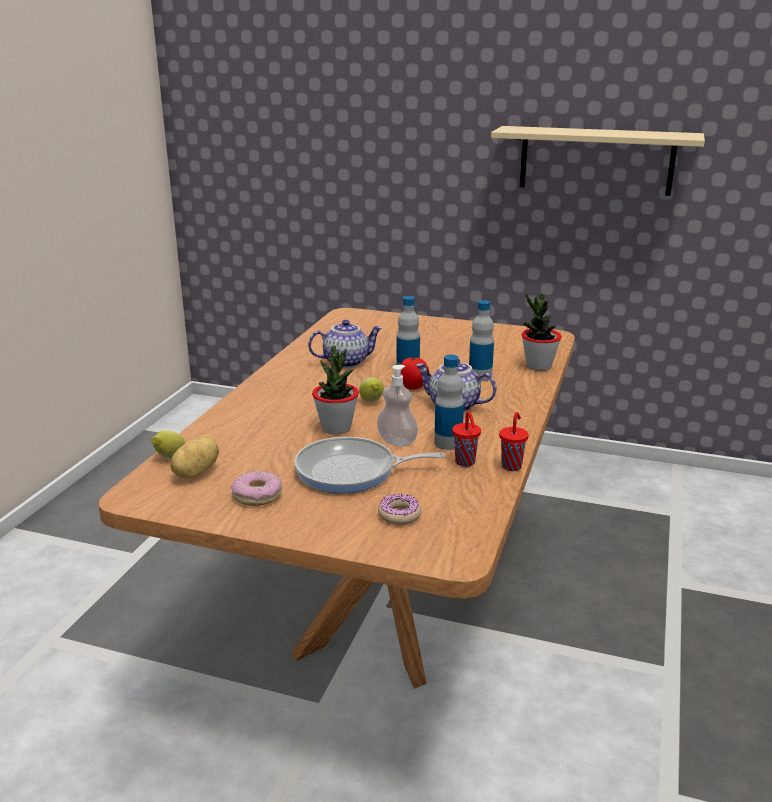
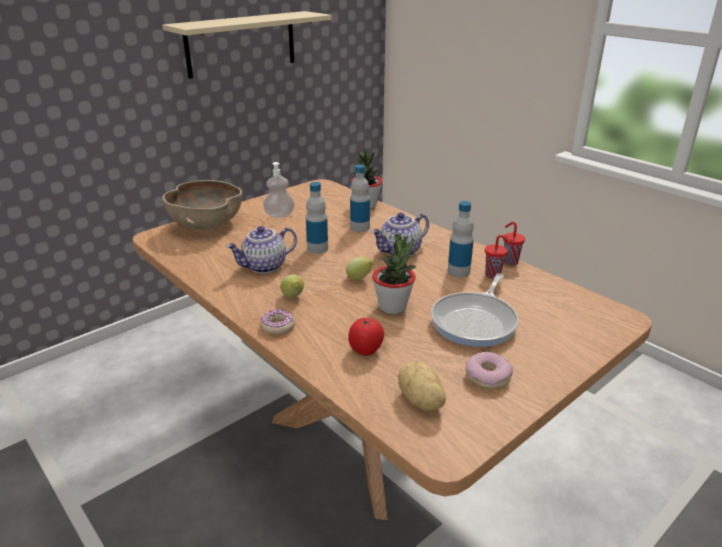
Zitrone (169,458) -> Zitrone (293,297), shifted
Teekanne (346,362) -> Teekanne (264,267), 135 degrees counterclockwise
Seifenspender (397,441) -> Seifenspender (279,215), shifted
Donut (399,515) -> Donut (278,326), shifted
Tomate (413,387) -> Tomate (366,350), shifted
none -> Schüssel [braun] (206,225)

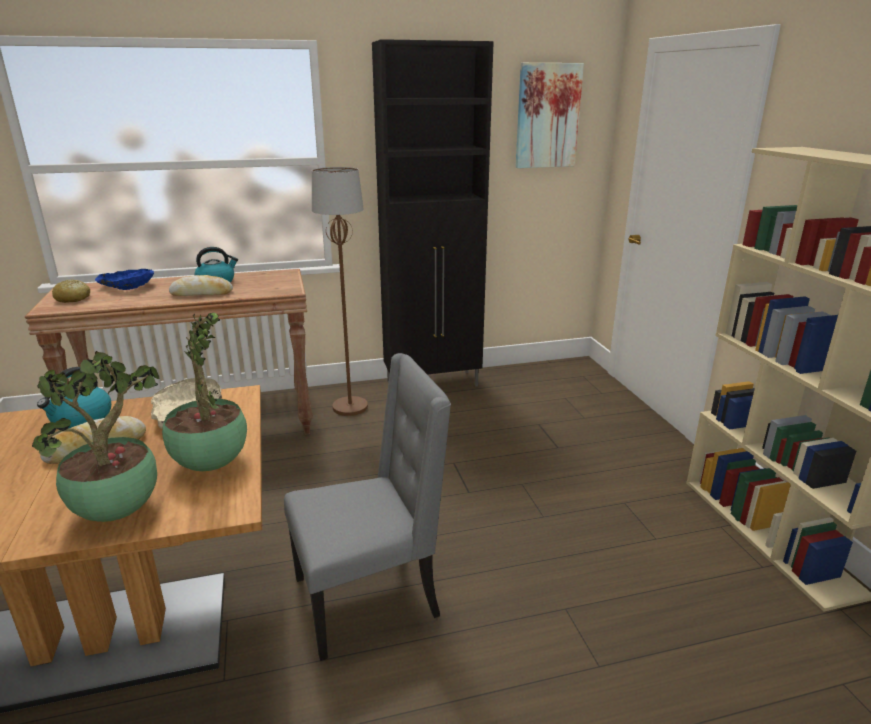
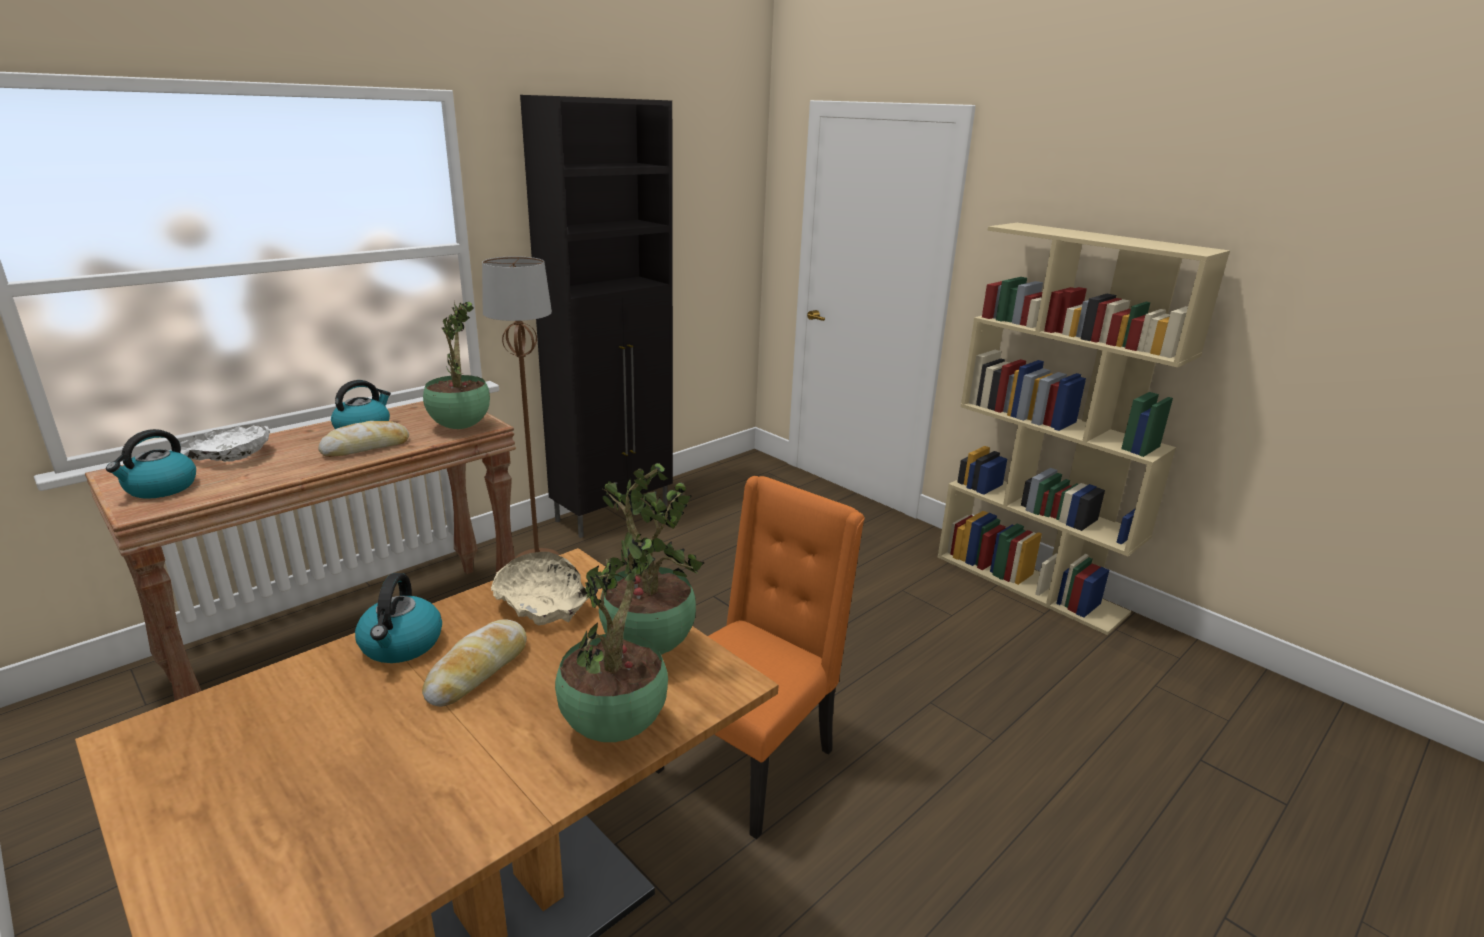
Brot (73,299) -> Wasserkessel (160,488)
Schüssel [blau] (128,286) -> Schüssel [weiß] (229,455)
Stuhl [grau] (369,598) -> Stuhl [orange] (749,760)
Bild (547,116) -> none
none -> Topfpflanze (460,426)

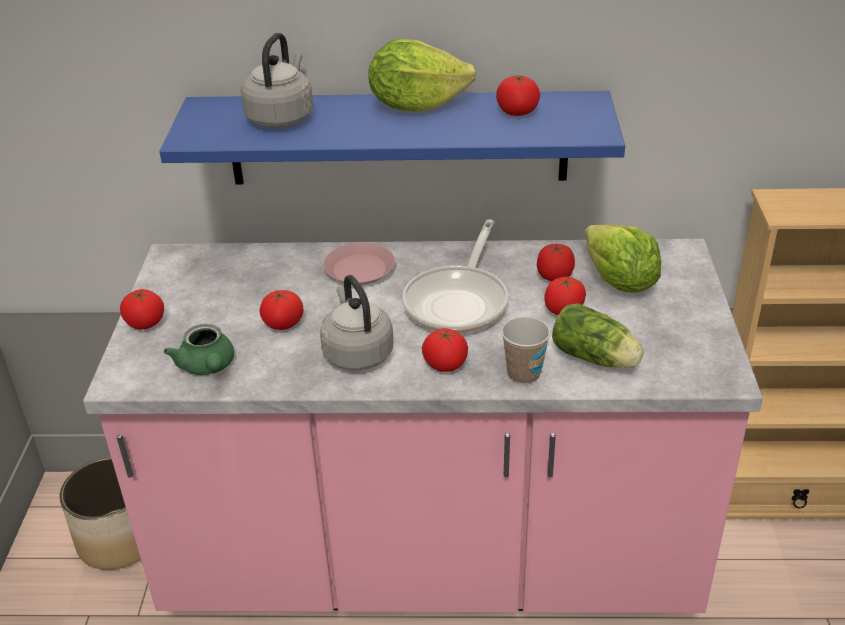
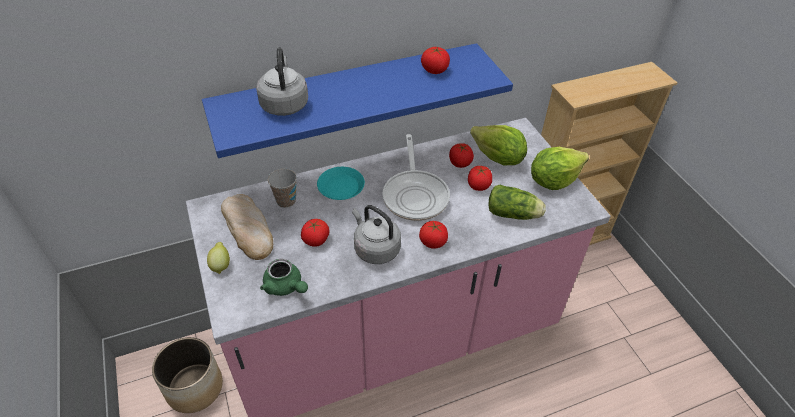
Tomate (145,323) -> Zitrone (221,265)
Teller [rosa] (359,269) -> Teller [türkis] (341,187)
Salatkopf (416,105) -> Salatkopf (553,180), shifted
Tasse (523,374) -> Tasse (286,201), shifted
none -> Brot (248,229)

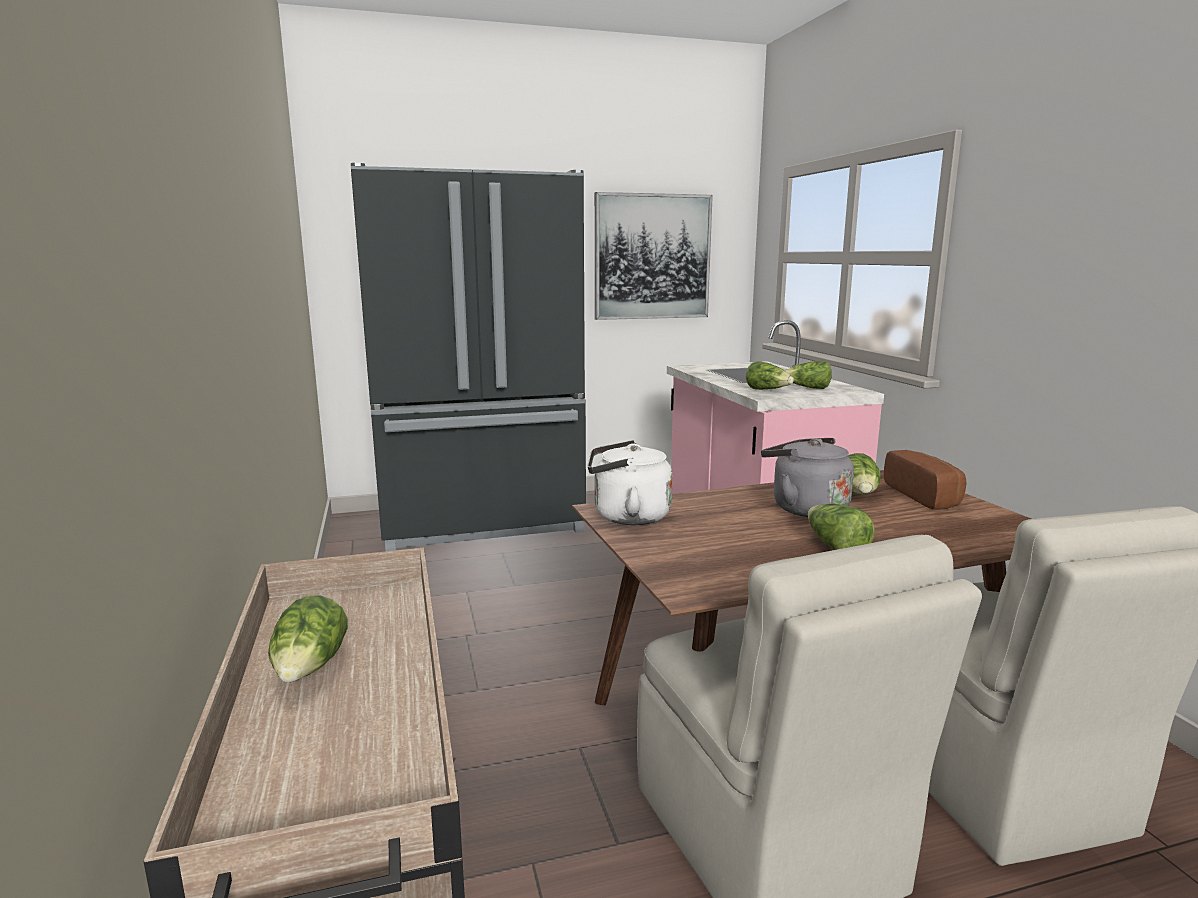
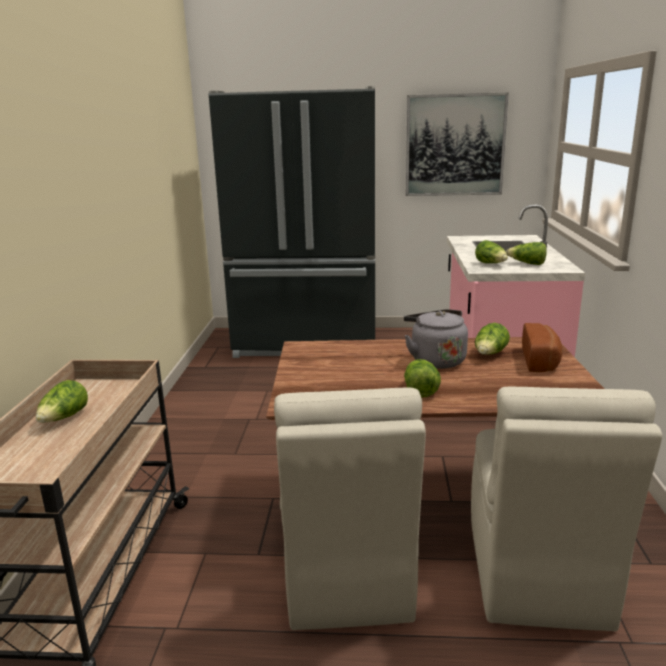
Wasserkessel [weiß] (626,517) -> none

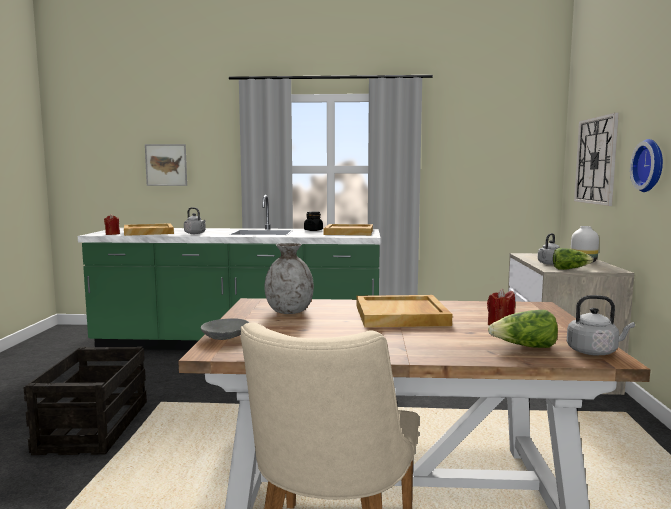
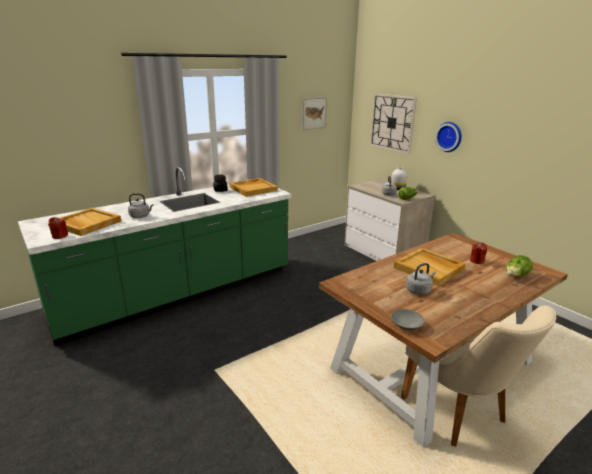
Kiste (94,426) -> none
Bild (166,165) -> Bild (314,113), shifted
Vase [grau] (289,311) -> none
Wasserkessel [grau] (594,352) -> Wasserkessel [grau] (419,290), shifted

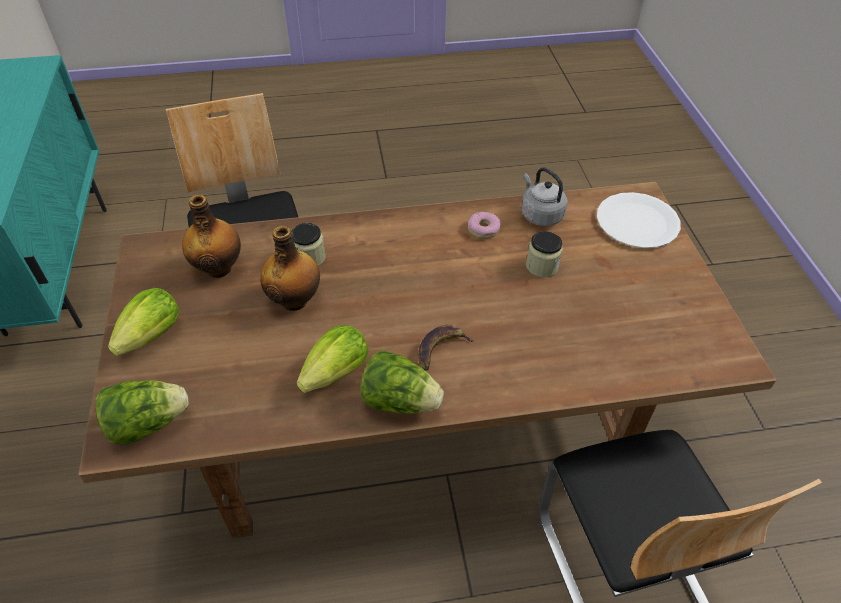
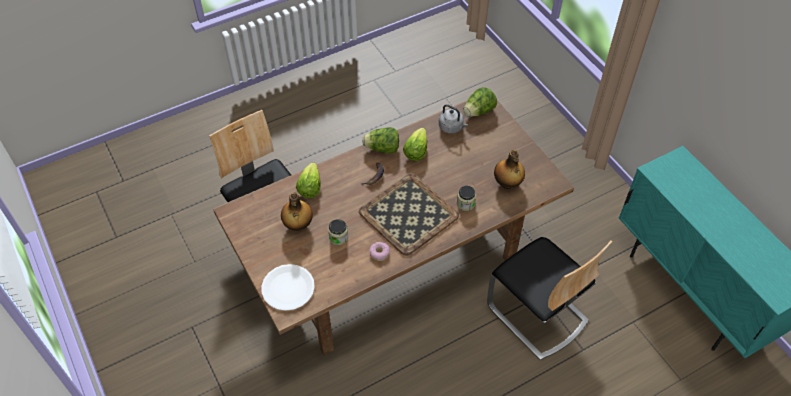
Salatkopf (152,335) -> Salatkopf (310,188), shifted
Flasche (295,300) -> Flasche (298,225), shifted
Wasserkessel [grau] (540,214) -> Wasserkessel [grau] (452,127), shifted
none -> Tablett (407,214)

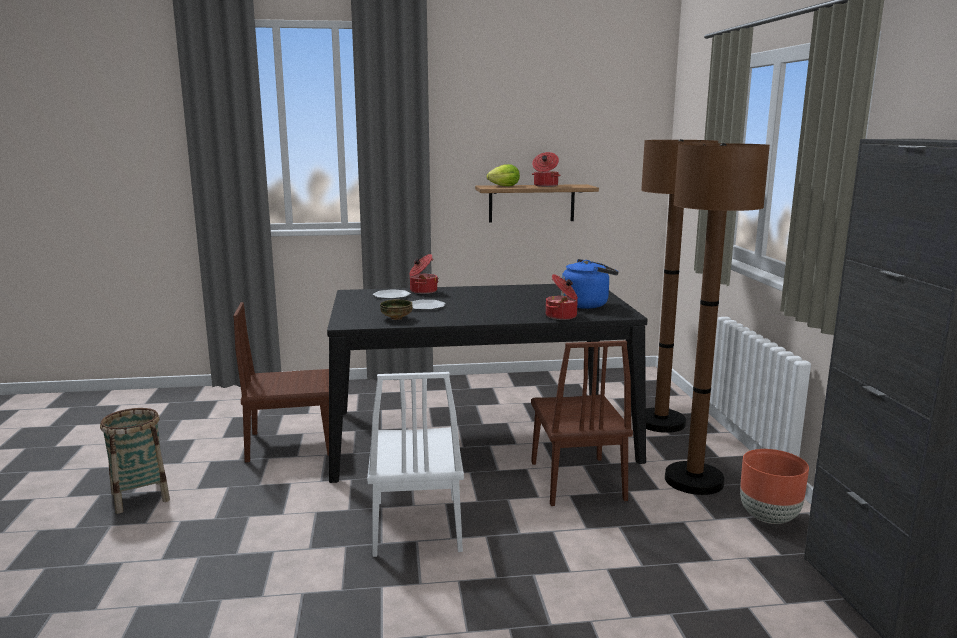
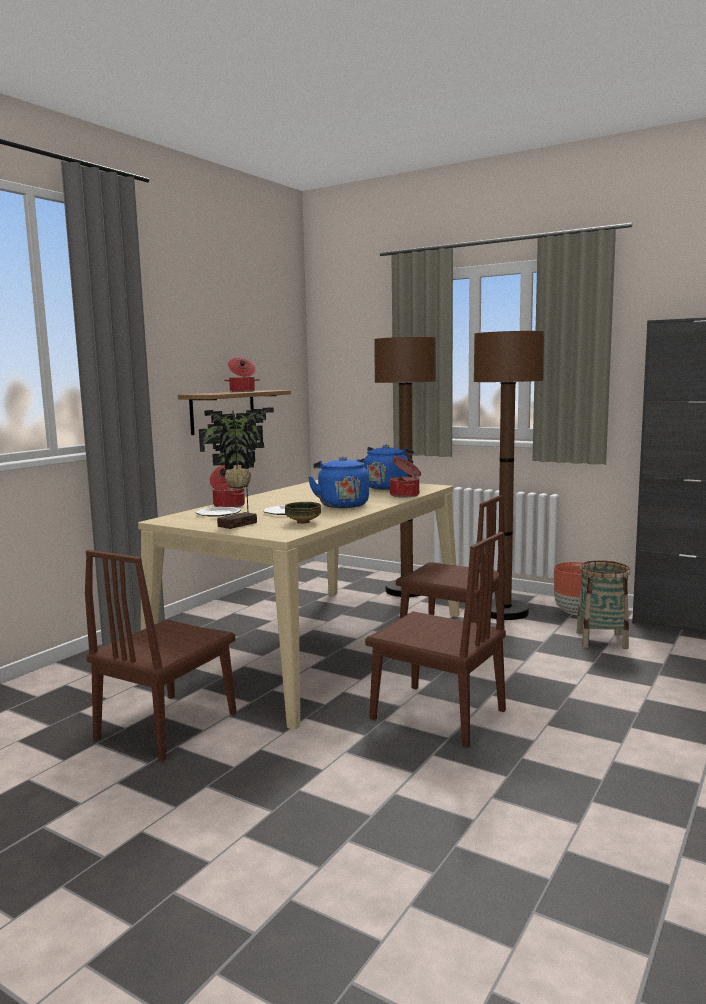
Korb (140,497) -> Korb (601,640), shifted
Esstisch [schwarz] (480,435) -> Esstisch [beige] (317,645)
Stuhl [weiß] (416,525) -> Stuhl [braun] (437,714)
Salatkopf (502,186) -> none
none -> Topfpflanze (240,525)
none -> Wasserkessel [blau] (342,505)

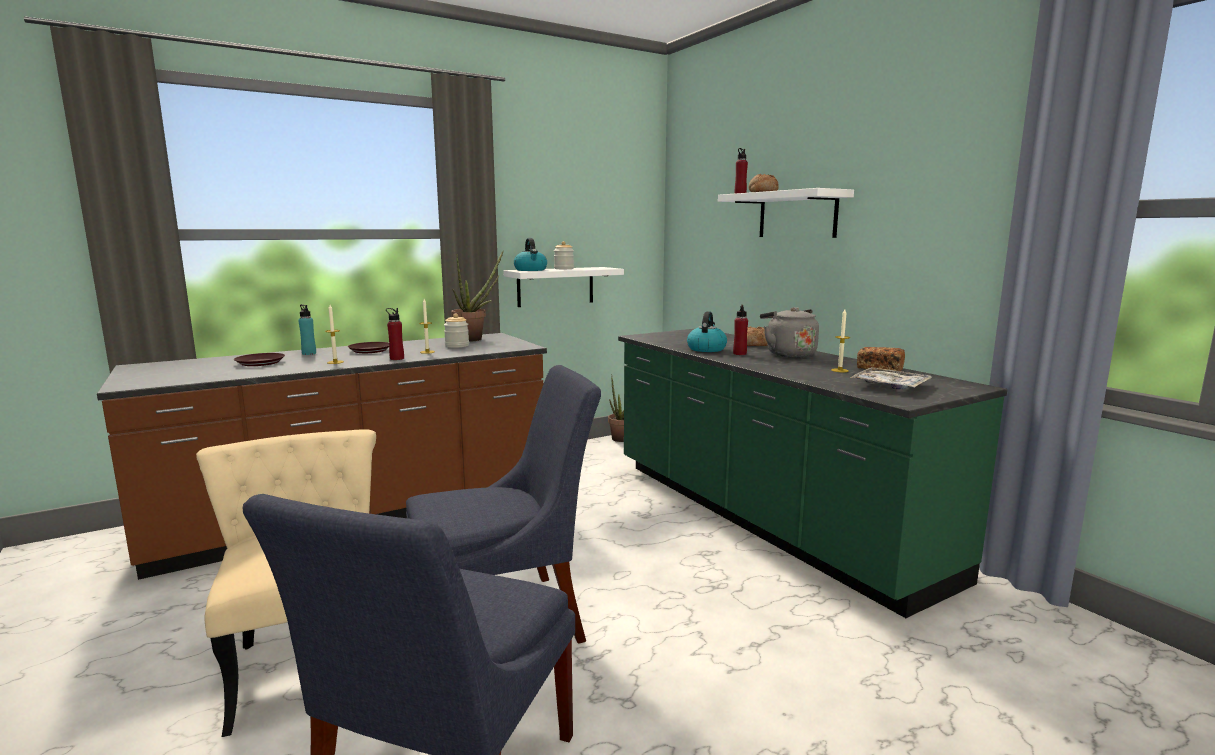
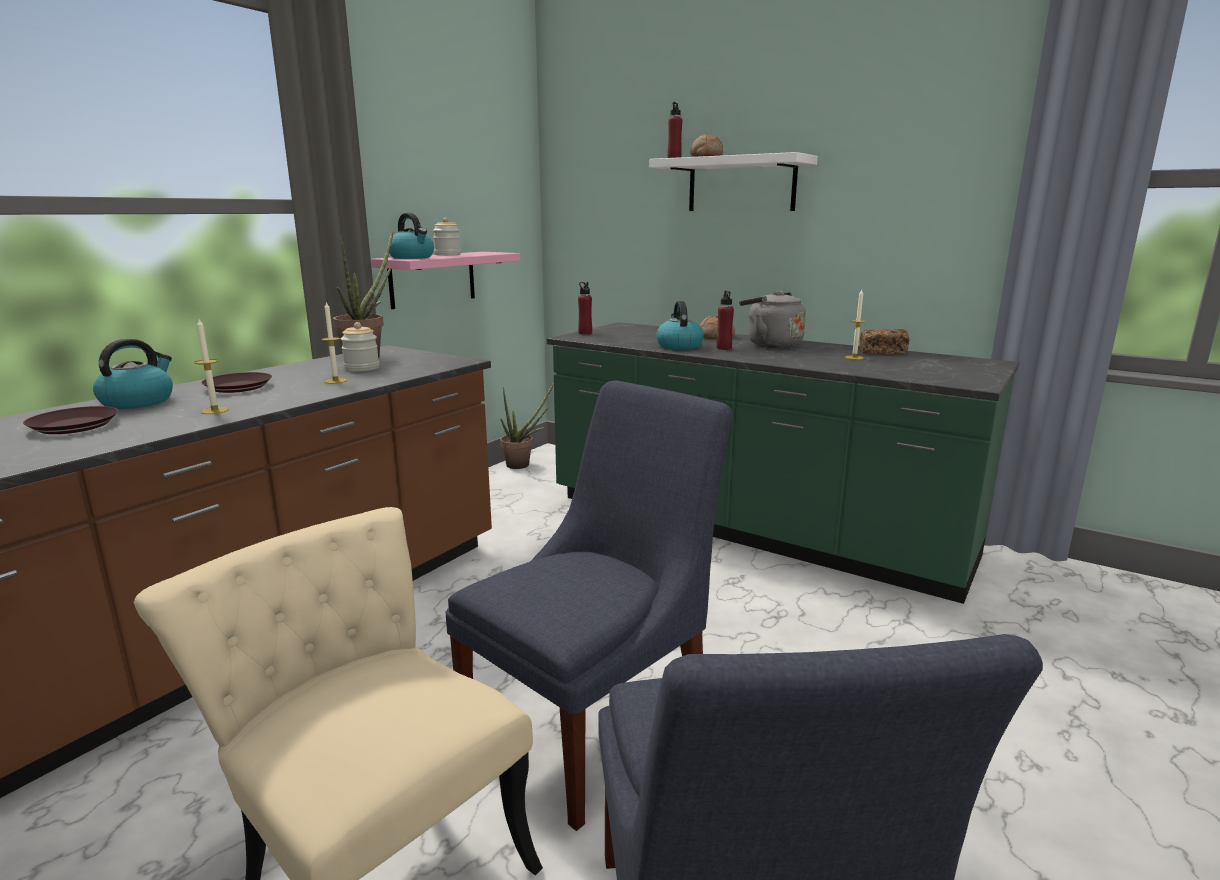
Flasche [türkis] (309,353) -> Wasserkessel (138,401)
Flasche [rot] (397,358) -> Flasche [rot] (585,333), shifted
Wandregal [weiß] (555,286) -> Wandregal [rosa] (433,279)
Tablett (890,386) -> none

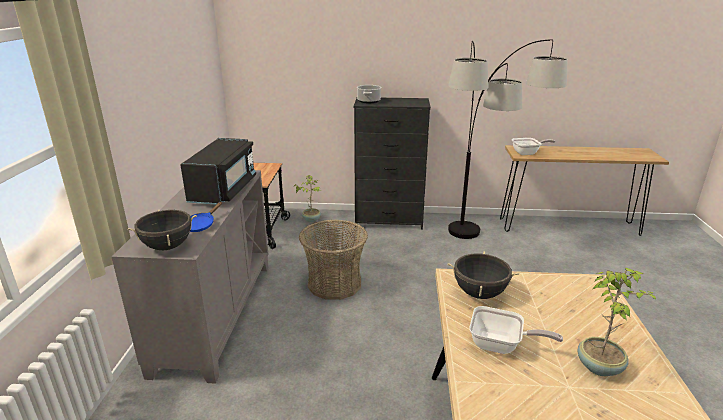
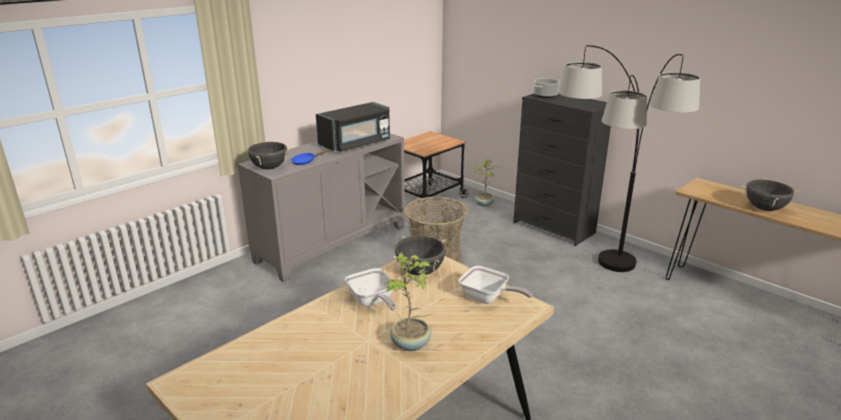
Pfanne (528,153) -> Pfanne (487,298), shifted
none -> Kochtopf [schwarz] (764,209)

